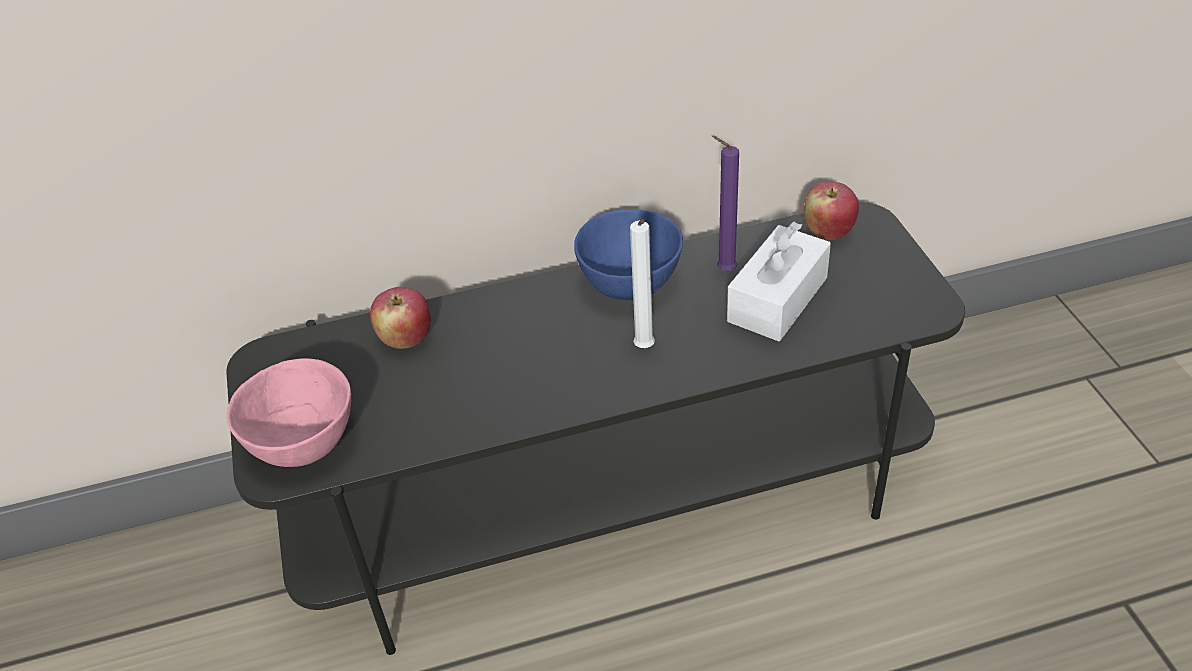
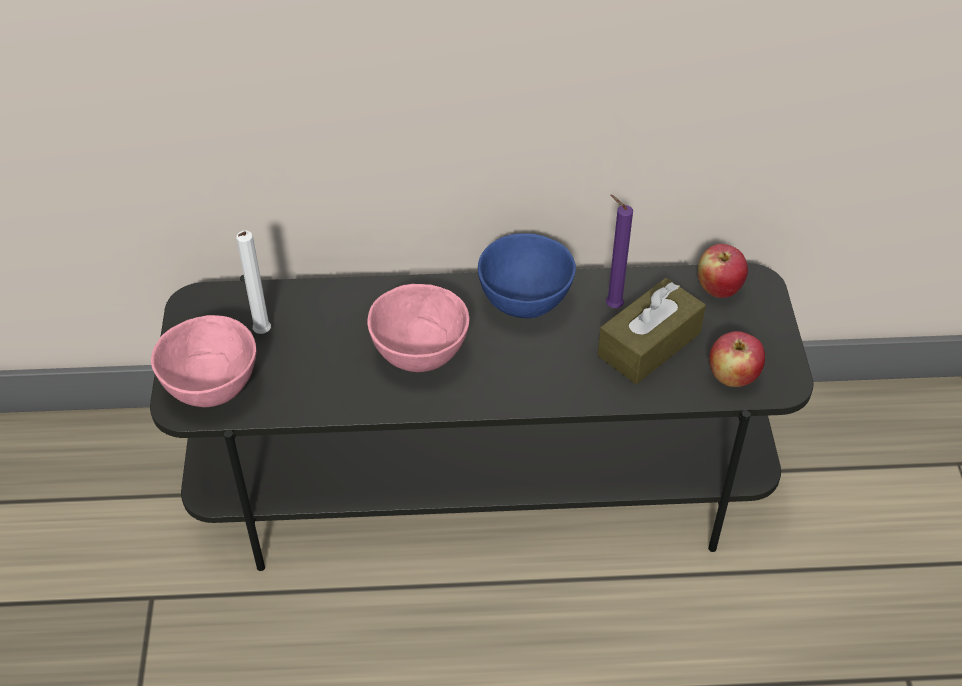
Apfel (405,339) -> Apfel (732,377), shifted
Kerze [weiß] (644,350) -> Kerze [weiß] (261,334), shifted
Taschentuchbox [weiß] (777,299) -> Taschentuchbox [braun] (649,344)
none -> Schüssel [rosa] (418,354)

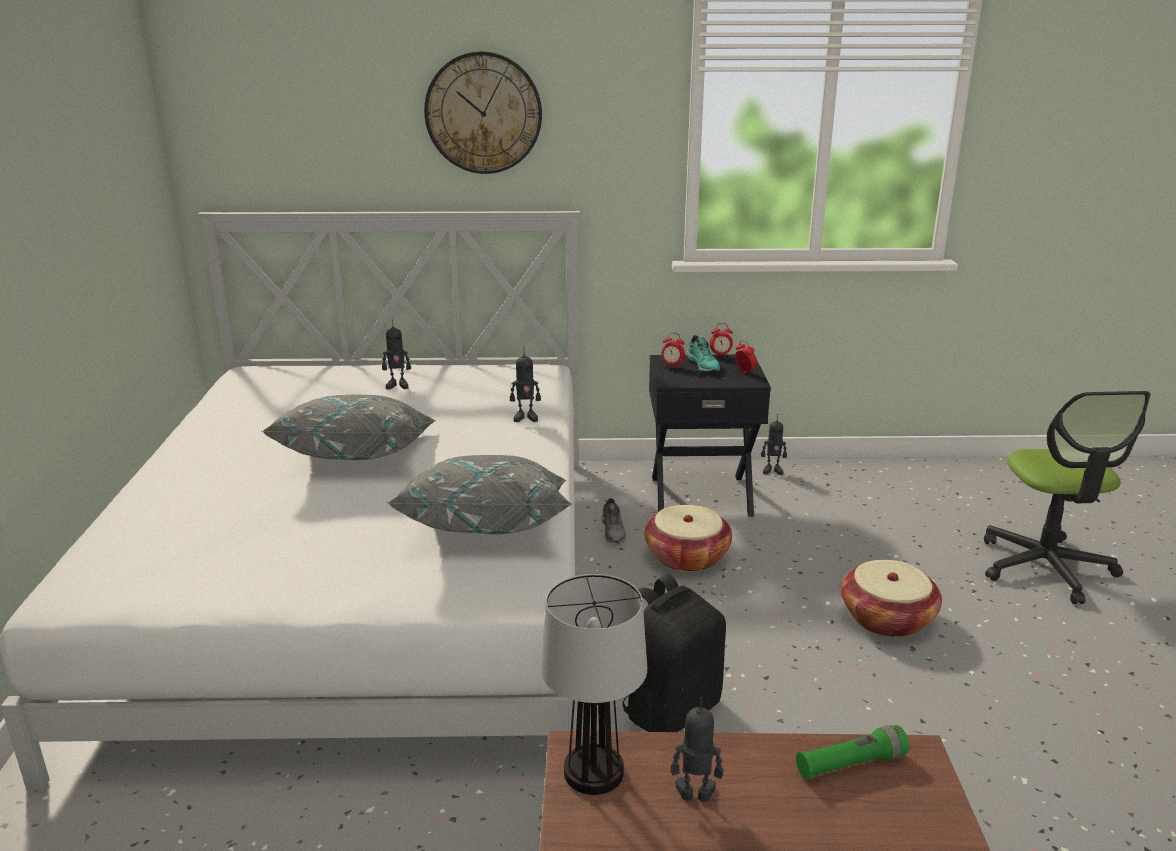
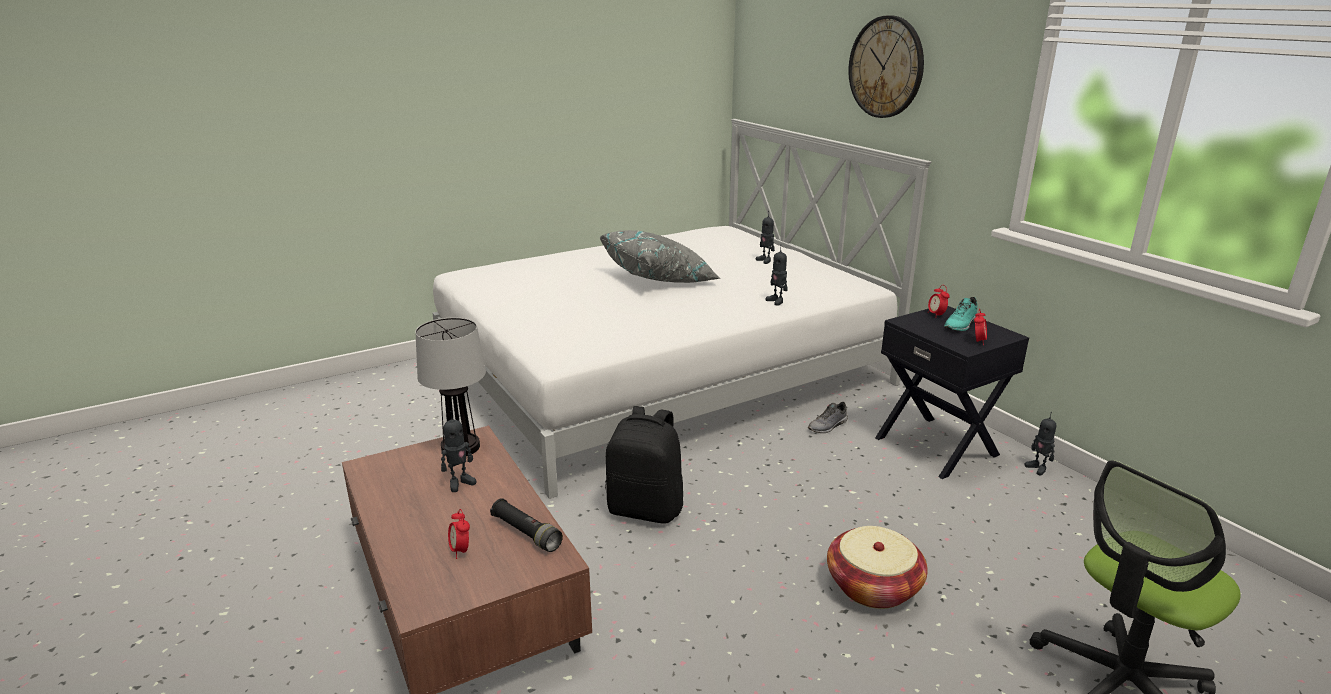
Kissen [grau] (487,524) -> none
Korb (687,557) -> none
Spielzeugroboter (695,795) -> Spielzeugroboter (460,483), 75 degrees clockwise
Wecker (720,355) -> Wecker (460,551), shifted
Taschenlampe [grün] (850,764) -> Taschenlampe [schwarz] (526,533)

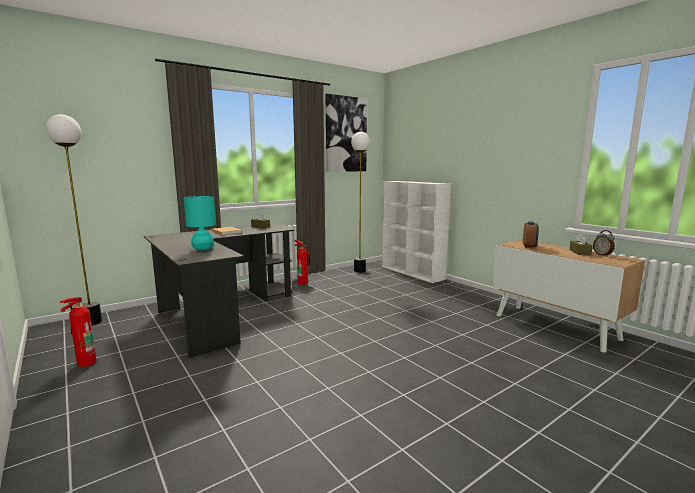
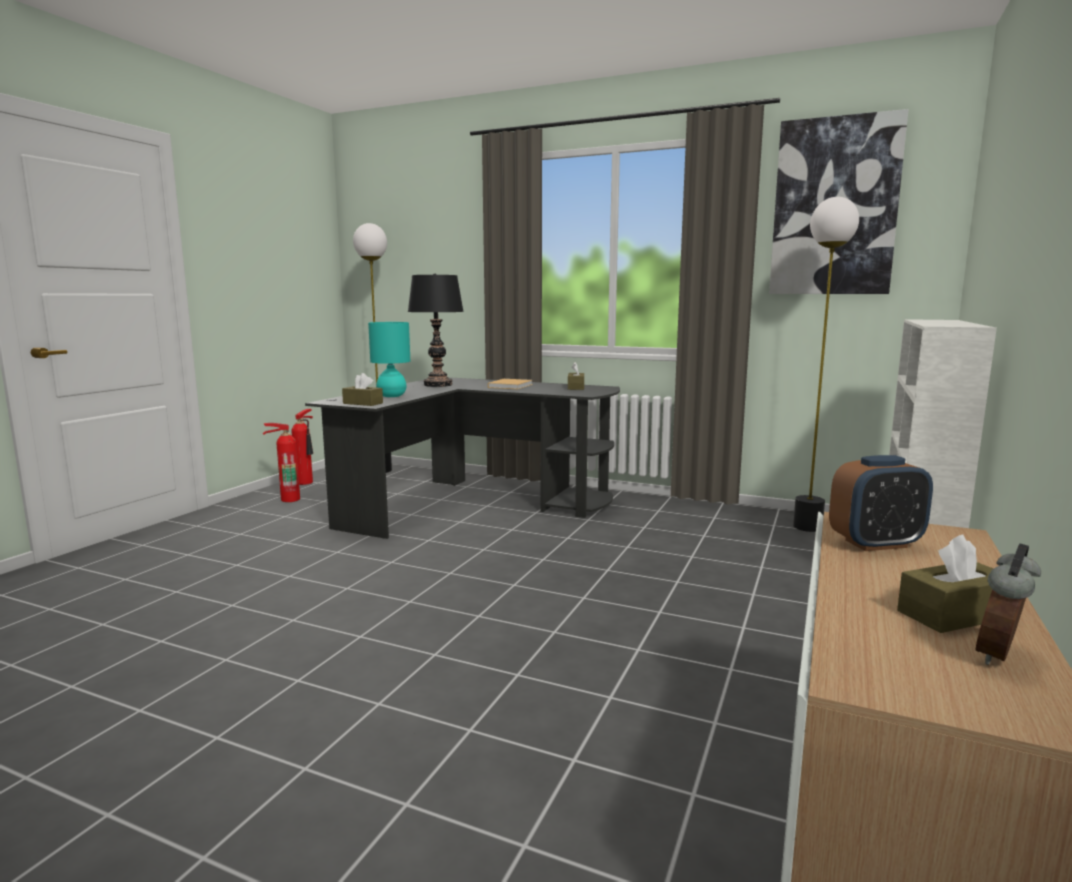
Feuerlöscher (303,283) -> Feuerlöscher (306,482), shifted
none -> Taschentuchbox [braun] (363,403)
none -> Tischlampe [schwarz] (438,385)

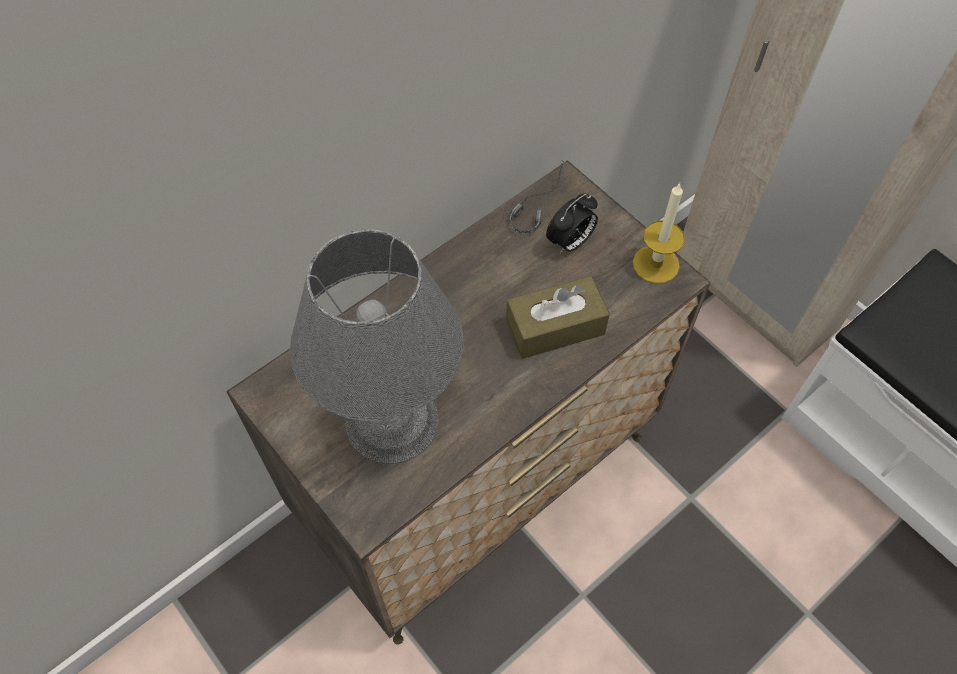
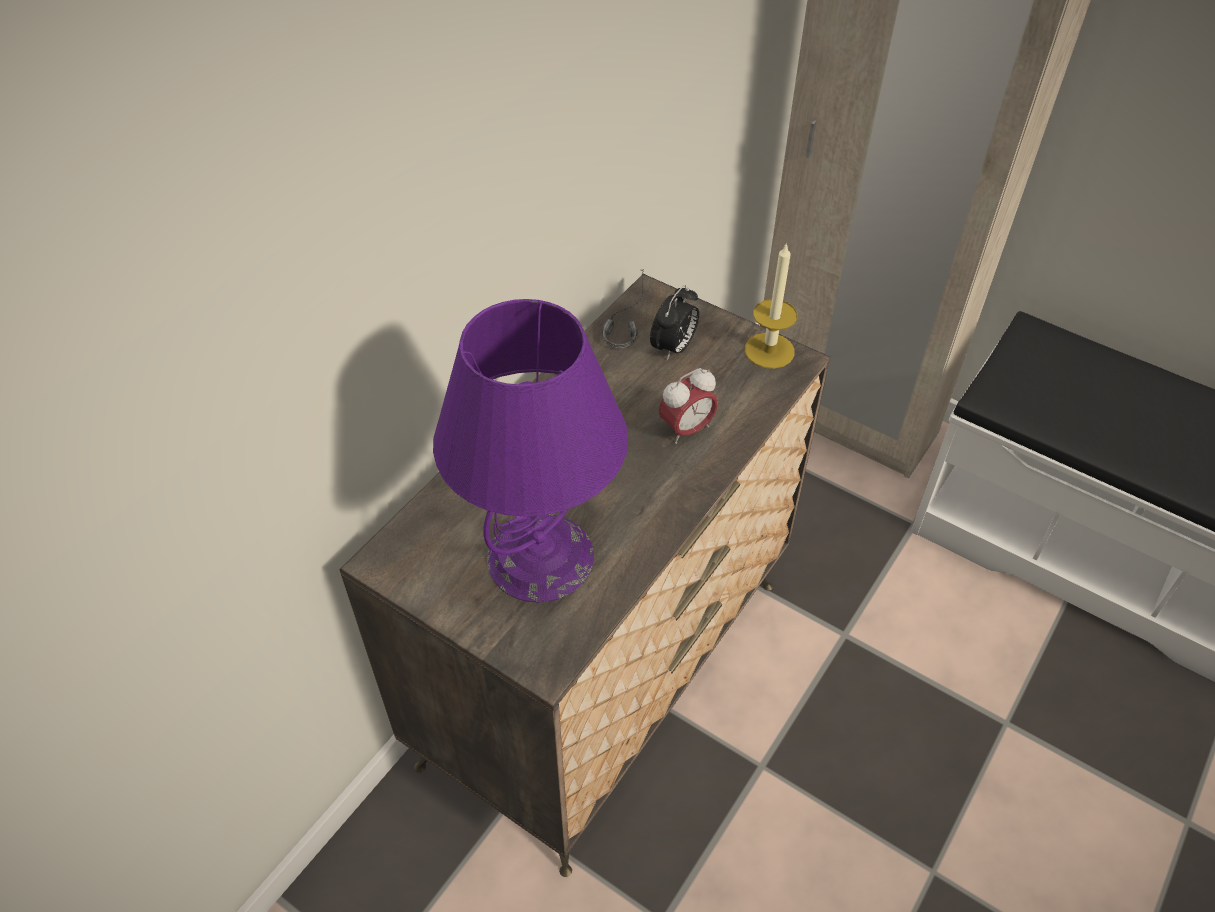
Tischlampe [grau] (391,421) -> Tischlampe [lila] (540,558)
Taschentuchbox [braun] (555,327) -> Wecker (686,430)

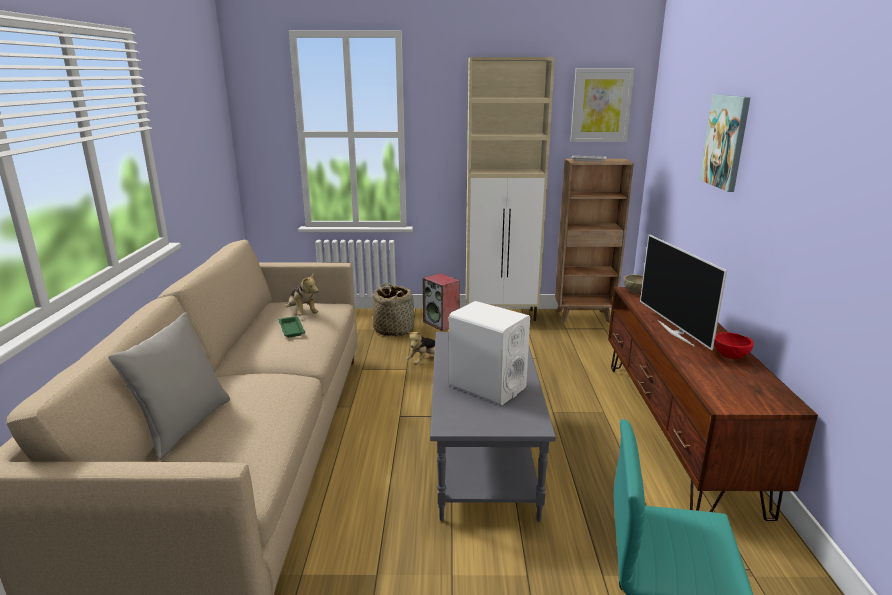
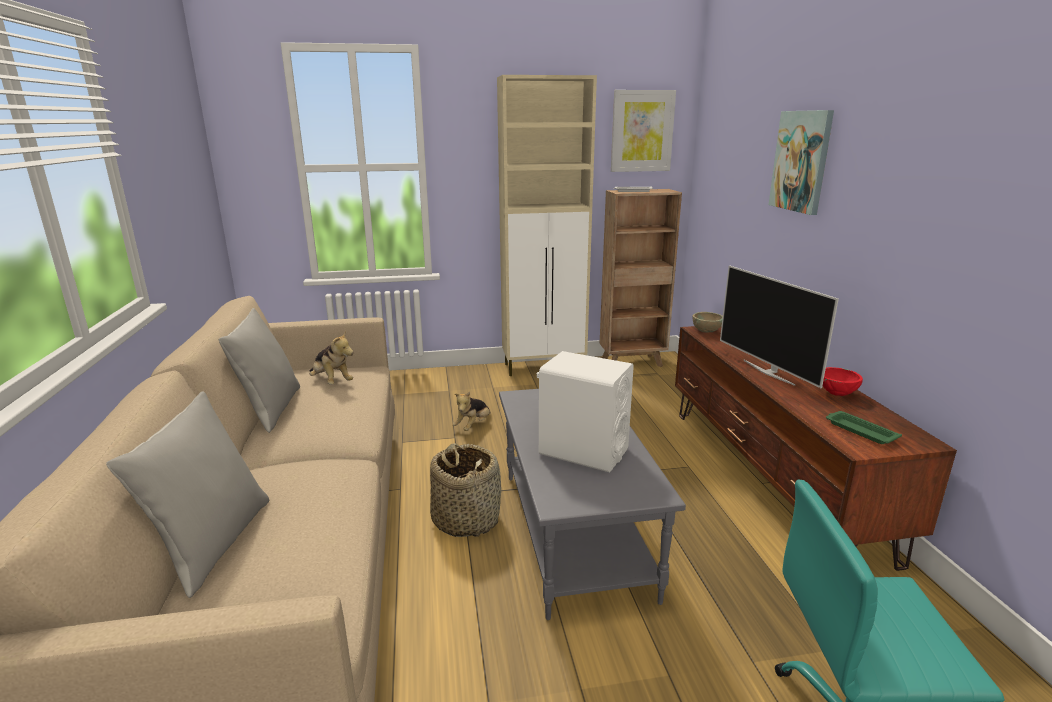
Tablett [grün] (291,329) -> Tablett [grün] (859,430), shifted
Korb (393,330) -> Korb (466,519), shifted
Lautsprecher (441,323) -> none
none -> Kissen [grau] (270,410)

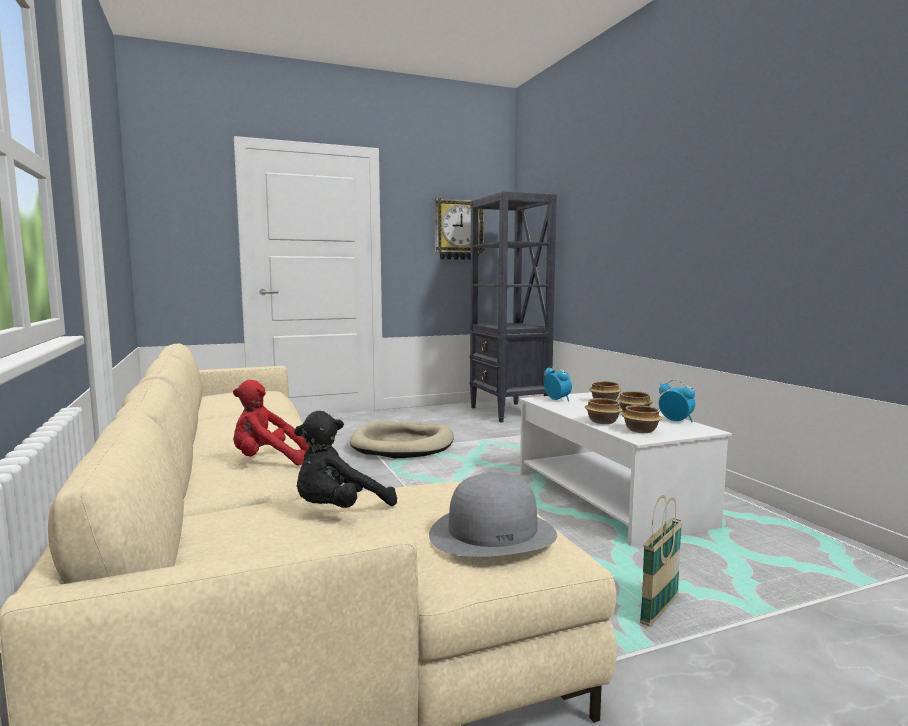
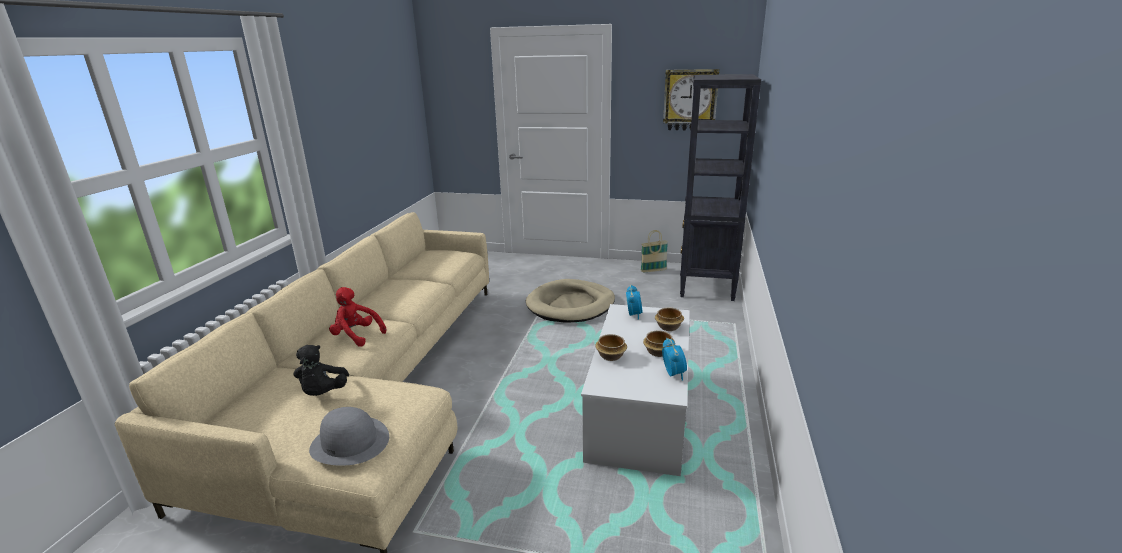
Plüschtier [schwarz] (339,511) -> Plüschtier [schwarz] (323,393), 90 degrees counterclockwise
Schüssel (640,430) -> none
Korb (659,611) -> Korb (653,270), shifted

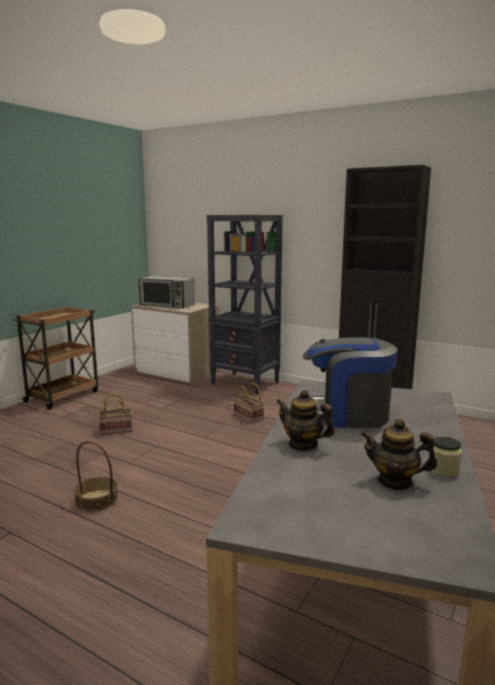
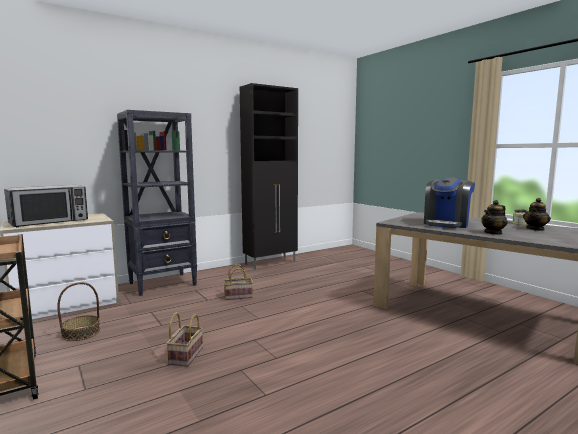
Korb (96,500) -> Korb (81,333), shifted

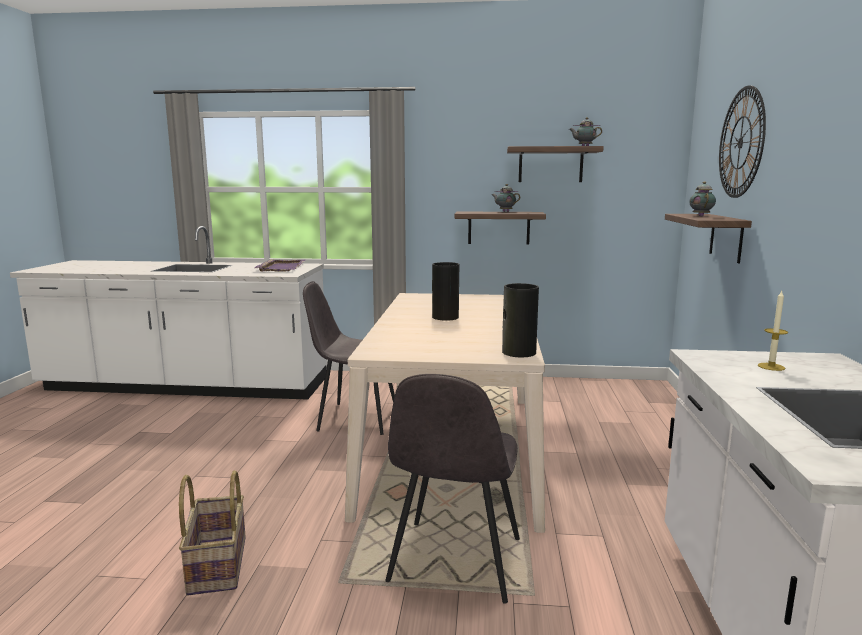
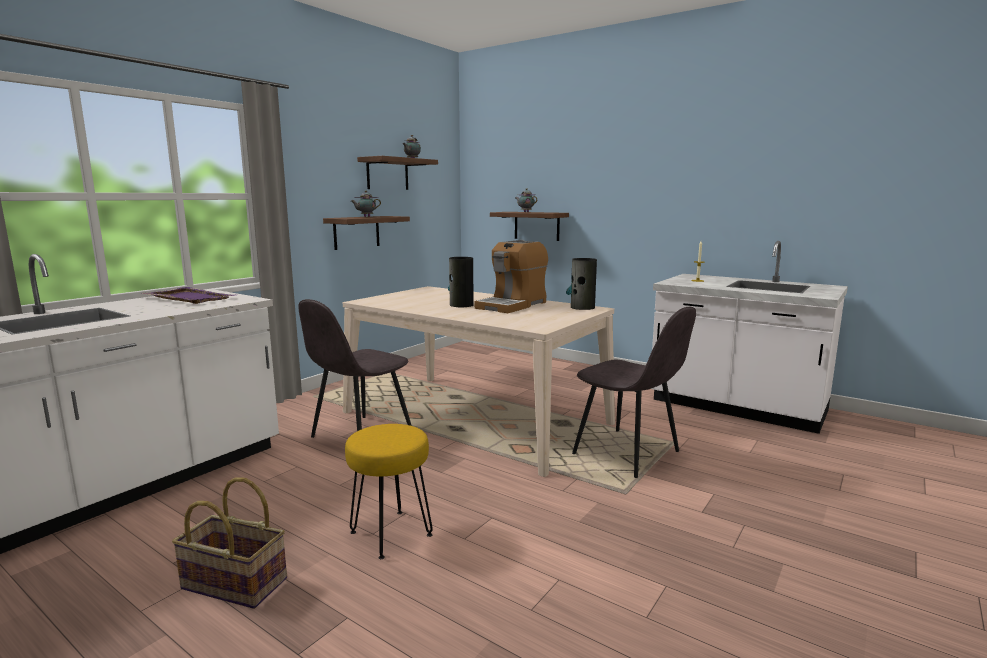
Korb (216,565) -> Korb (233,584), shifted
Wanduhr (740,143) -> none
none -> Hocker [gelb] (391,533)
none -> Kaffeemaschine (512,305)

